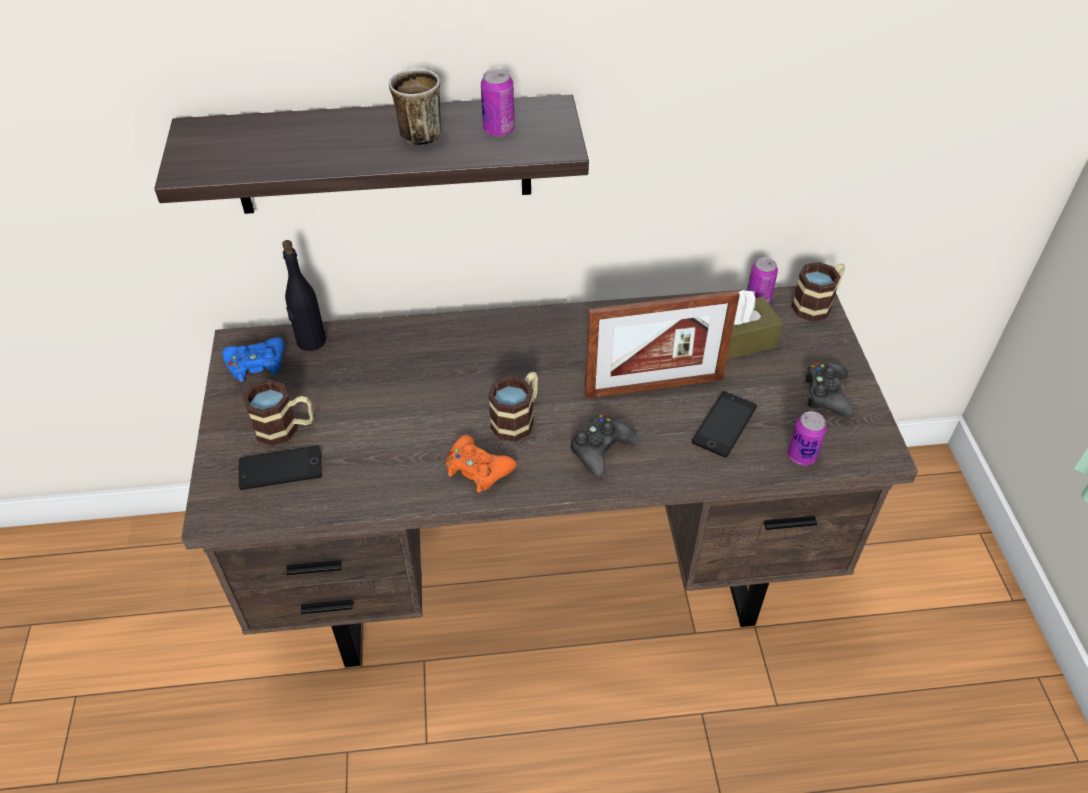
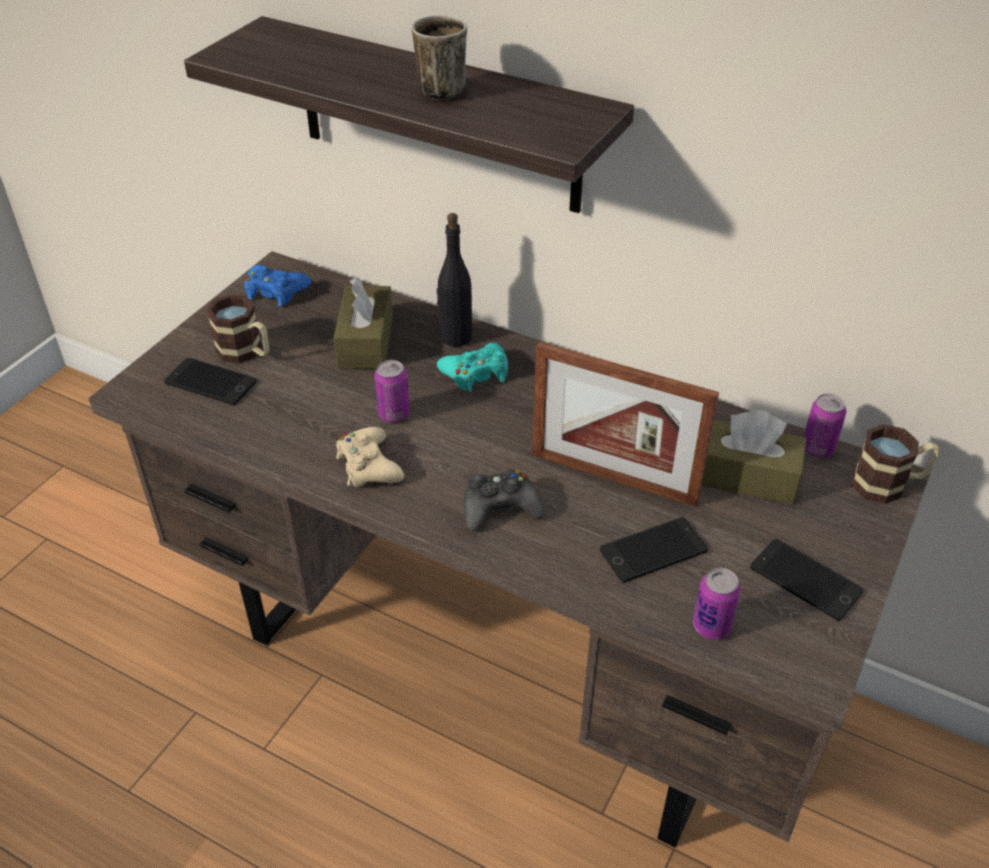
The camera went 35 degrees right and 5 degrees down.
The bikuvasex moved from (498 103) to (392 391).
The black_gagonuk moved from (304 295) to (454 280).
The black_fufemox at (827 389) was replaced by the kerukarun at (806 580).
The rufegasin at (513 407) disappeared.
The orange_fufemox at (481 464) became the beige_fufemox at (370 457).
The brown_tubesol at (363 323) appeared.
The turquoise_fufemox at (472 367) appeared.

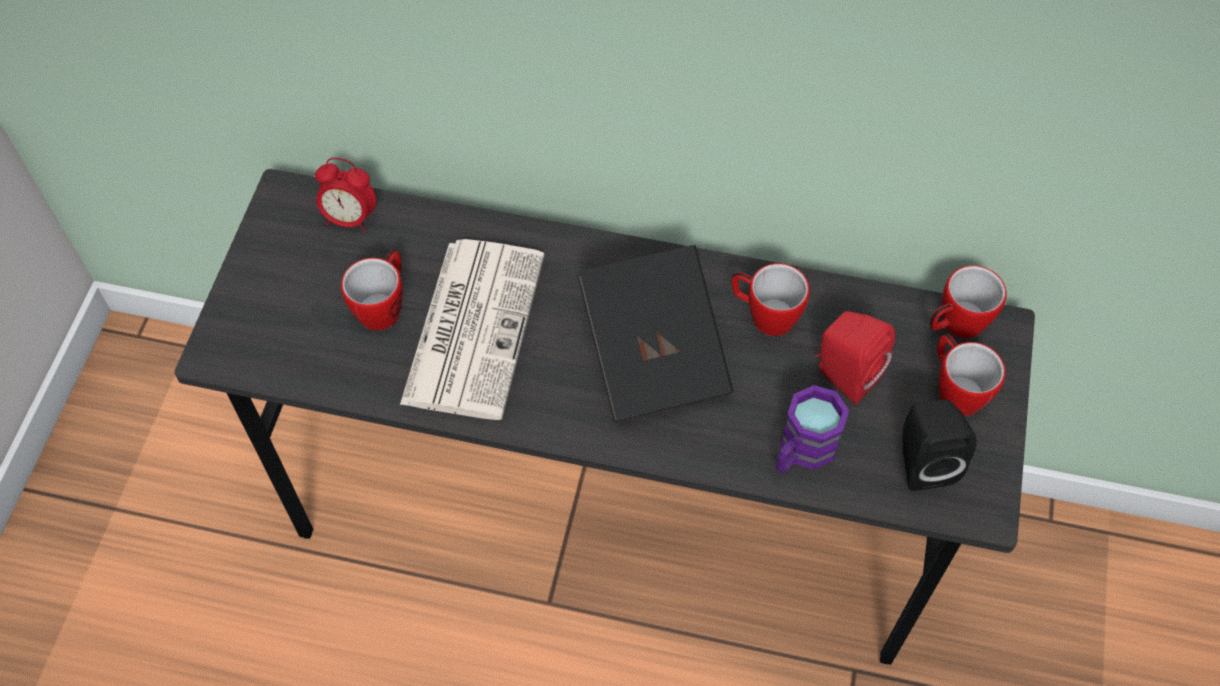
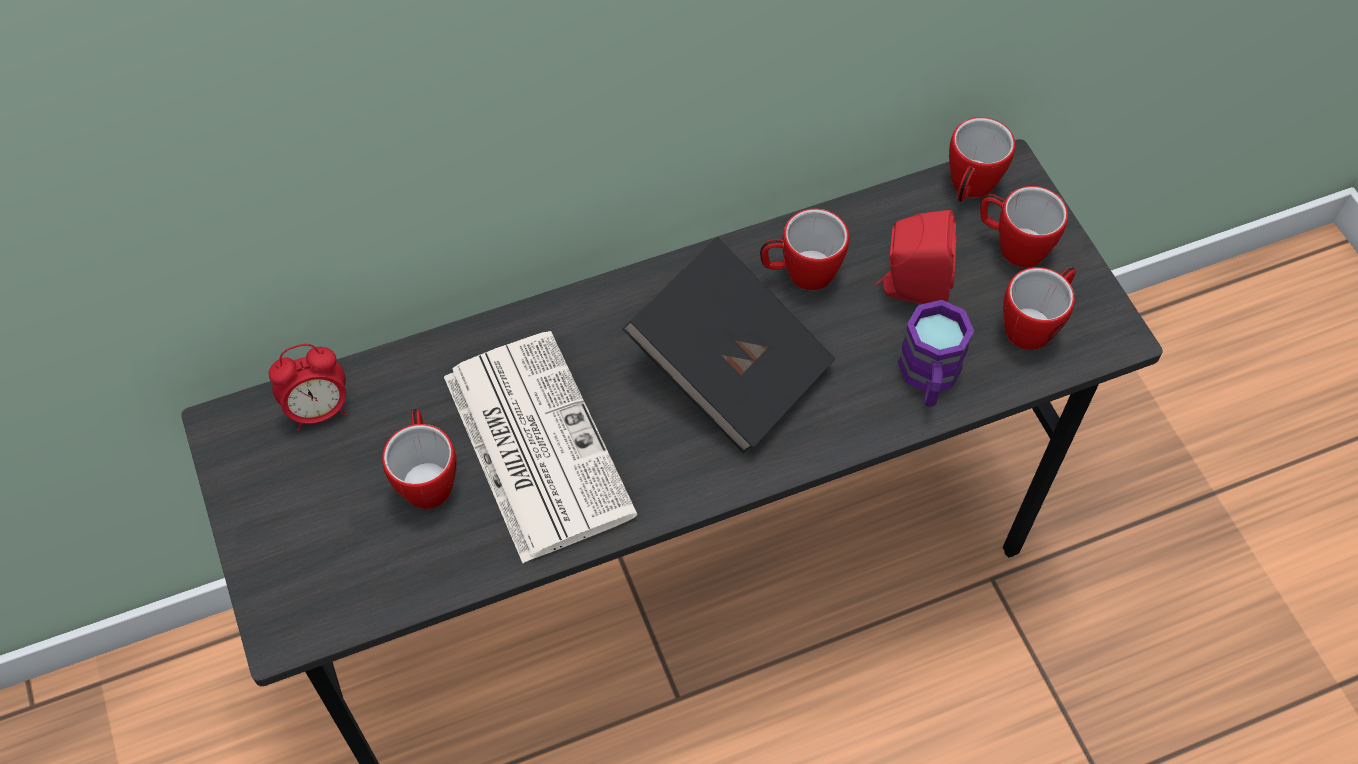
The camera went 35 degrees left and 0 degrees up.
The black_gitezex at (939 445) was replaced by the rufegasin at (1039 308).

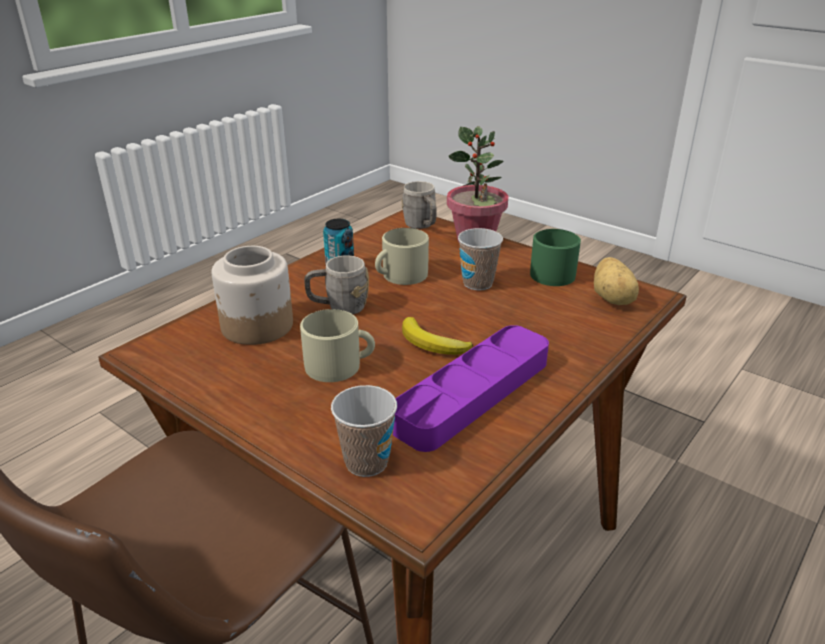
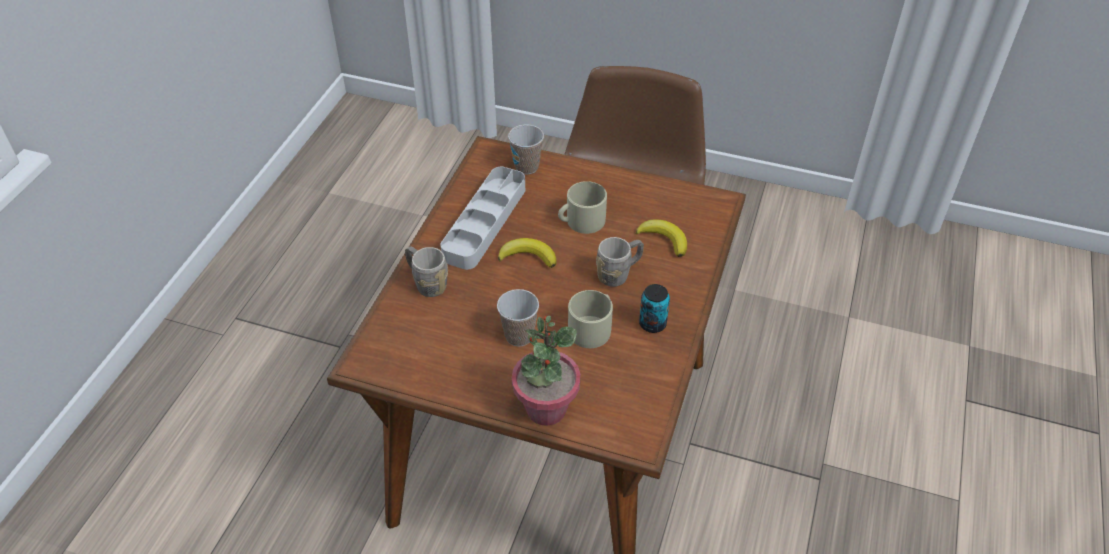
The camera went 160 degrees right and 15 degrees up.
The grey_rufegasin moved from (419 205) to (426 271).
The green_rufegasin at (555 257) disappeared.
The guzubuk at (252 295) was replaced by the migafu at (661 238).
The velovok at (616 281) disappeared.
The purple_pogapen at (471 388) became the grey_pogapen at (482 218).

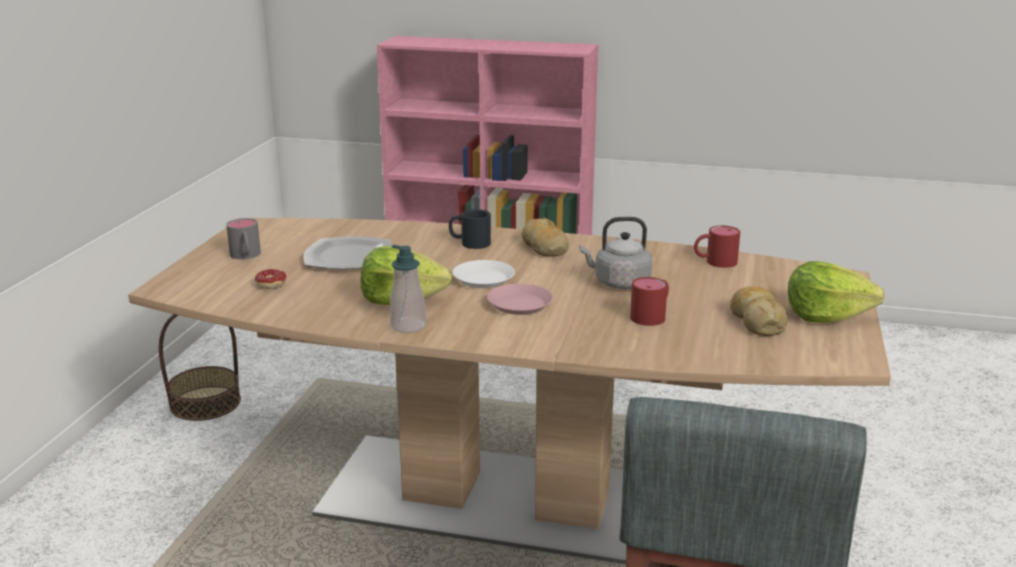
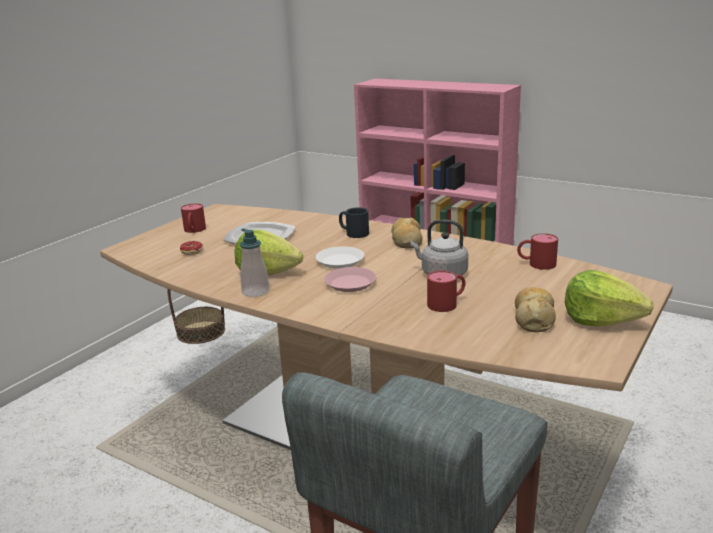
The camera went 20 degrees right and 0 degrees up.
The grey_rufegasin at (243 238) became the red_rufegasin at (193 218).

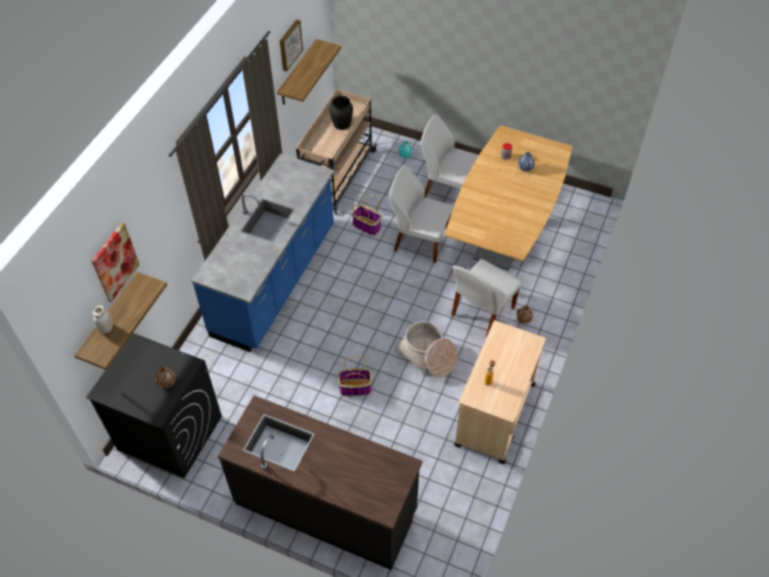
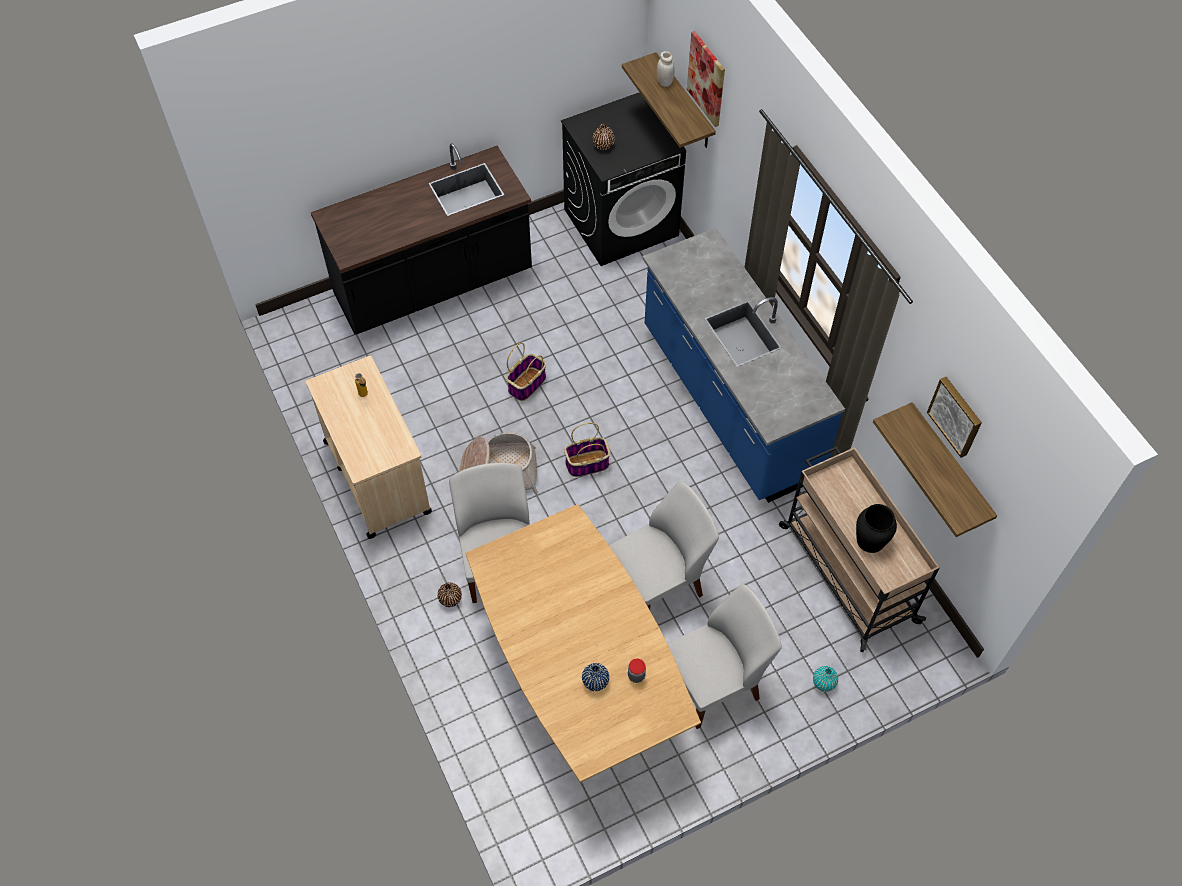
The camera went 130 degrees right and 5 degrees up.
The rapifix moved from (367 215) to (587 450).

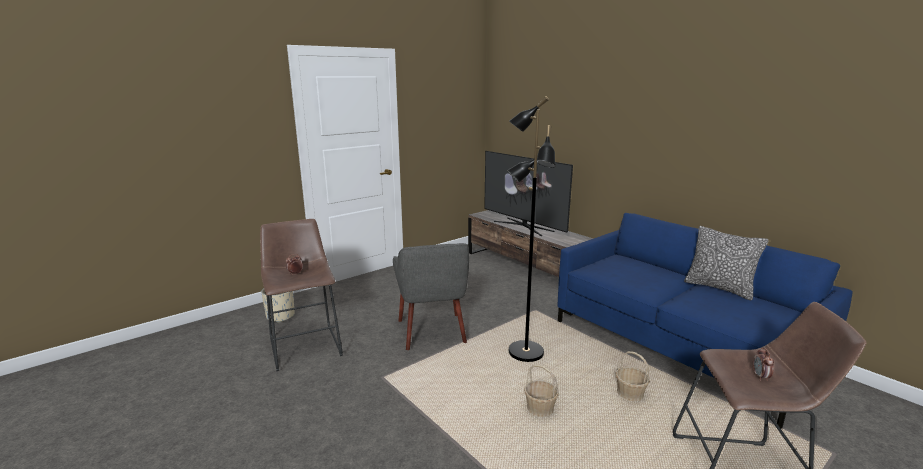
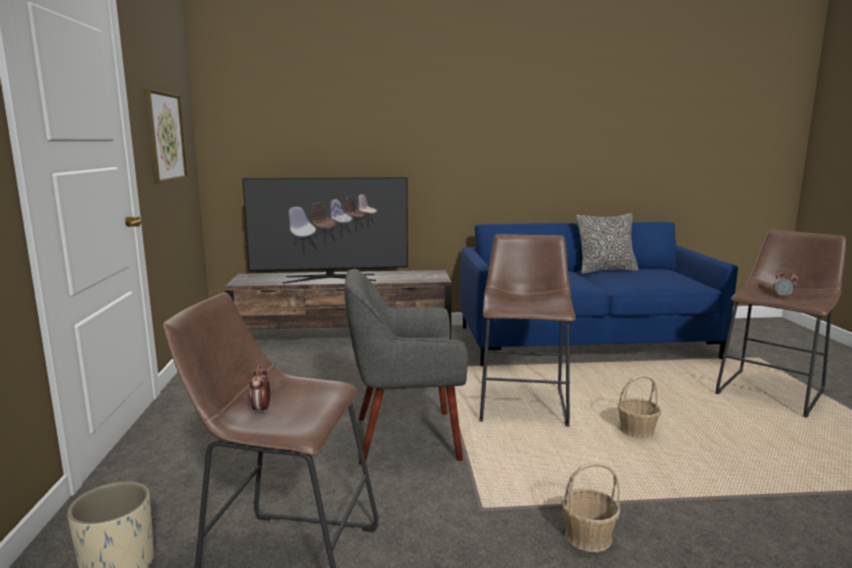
The camera went 55 degrees left and 5 degrees down.
The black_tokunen at (531 229) was replaced by the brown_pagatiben at (528 330).
The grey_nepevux at (431 296) turned 150 degrees clockwise.
The rapifix moved from (633 376) to (590 507).
The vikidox at (165 136) appeared.

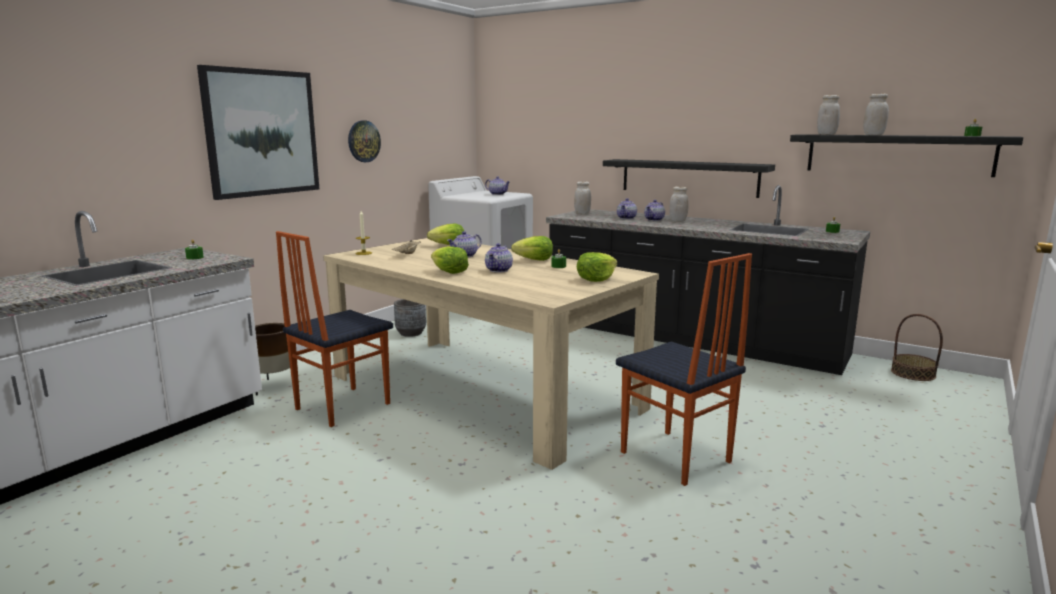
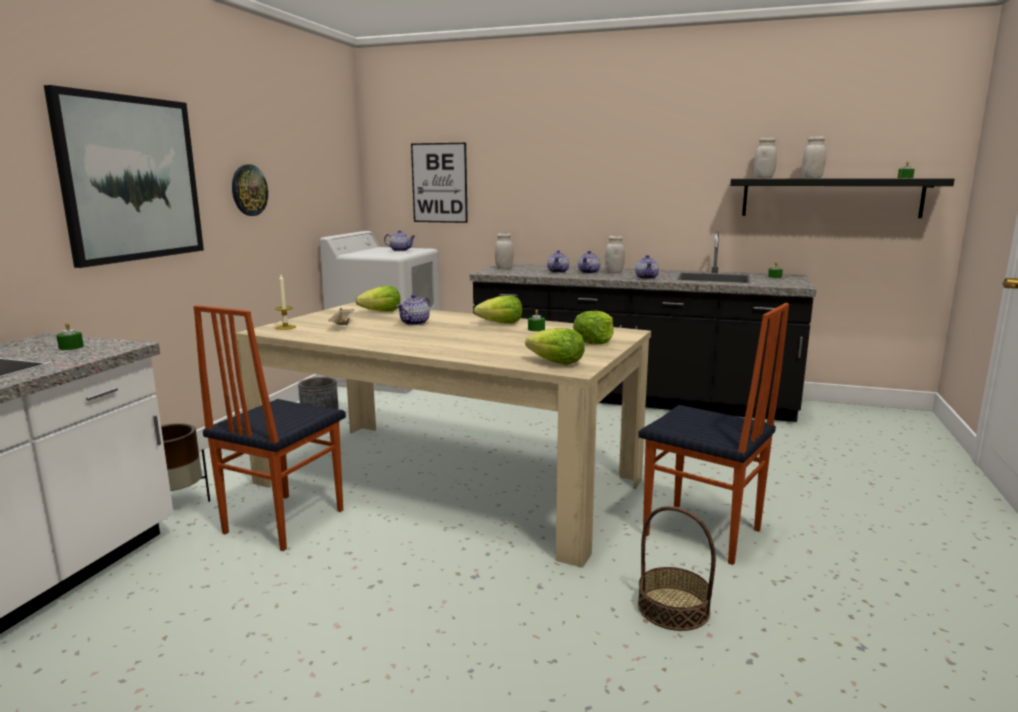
The camera went 15 degrees left and 0 degrees up.
The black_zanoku at (689 178) disappeared.
The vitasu moved from (499 258) to (647 267).
The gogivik moved from (450 260) to (554 346).
The rapifix moved from (917 347) to (677 568).
The vikidox at (439 183) appeared.

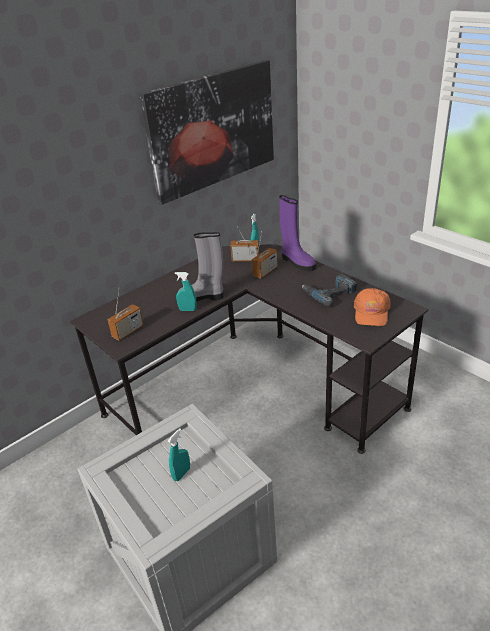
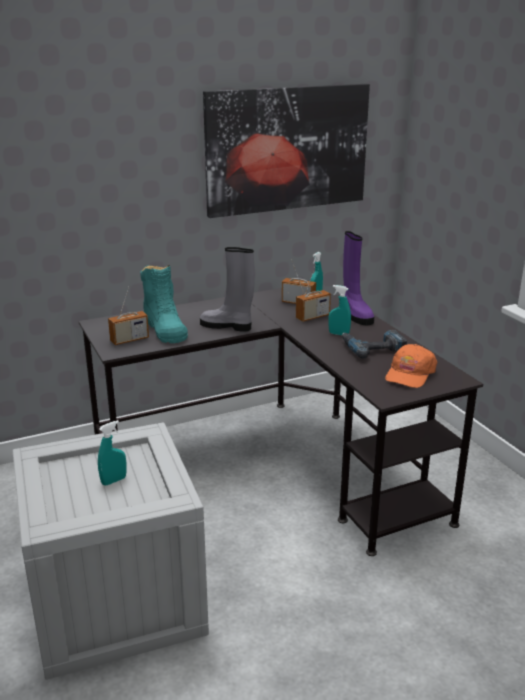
The camera went 15 degrees right and 10 degrees down.
The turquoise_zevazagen moved from (186 291) to (340 310).
The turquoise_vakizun at (164 304) appeared.

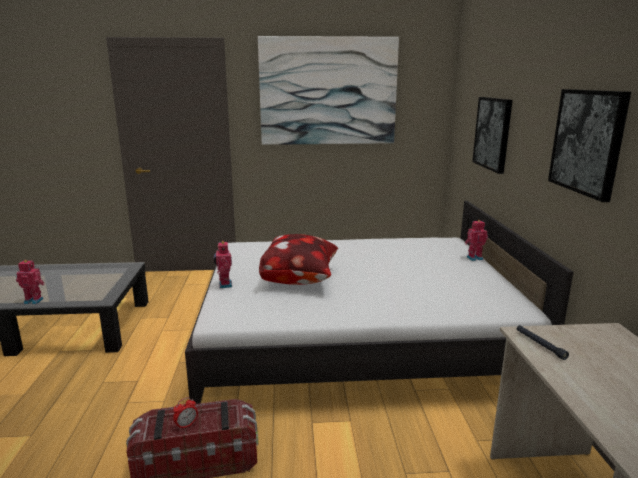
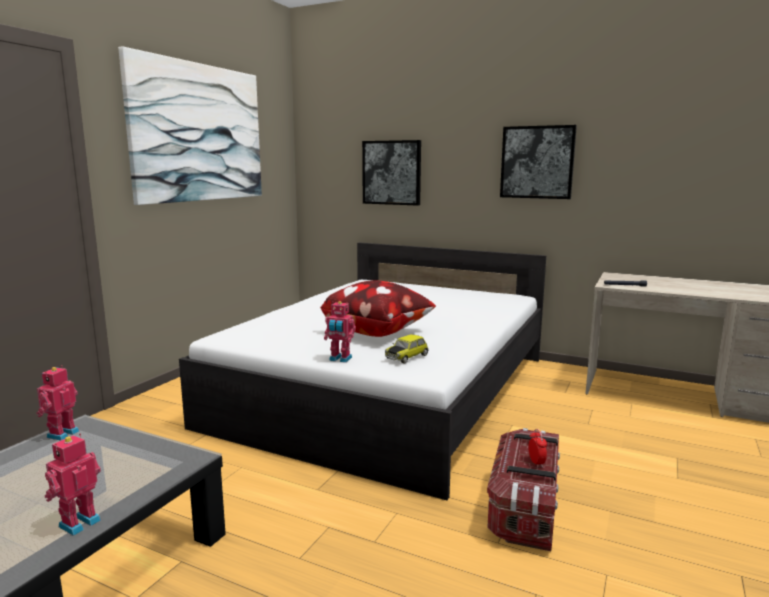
The camera went 60 degrees left and 5 degrees down.
The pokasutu moved from (476 240) to (57 403).
The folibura at (407 349) appeared.

